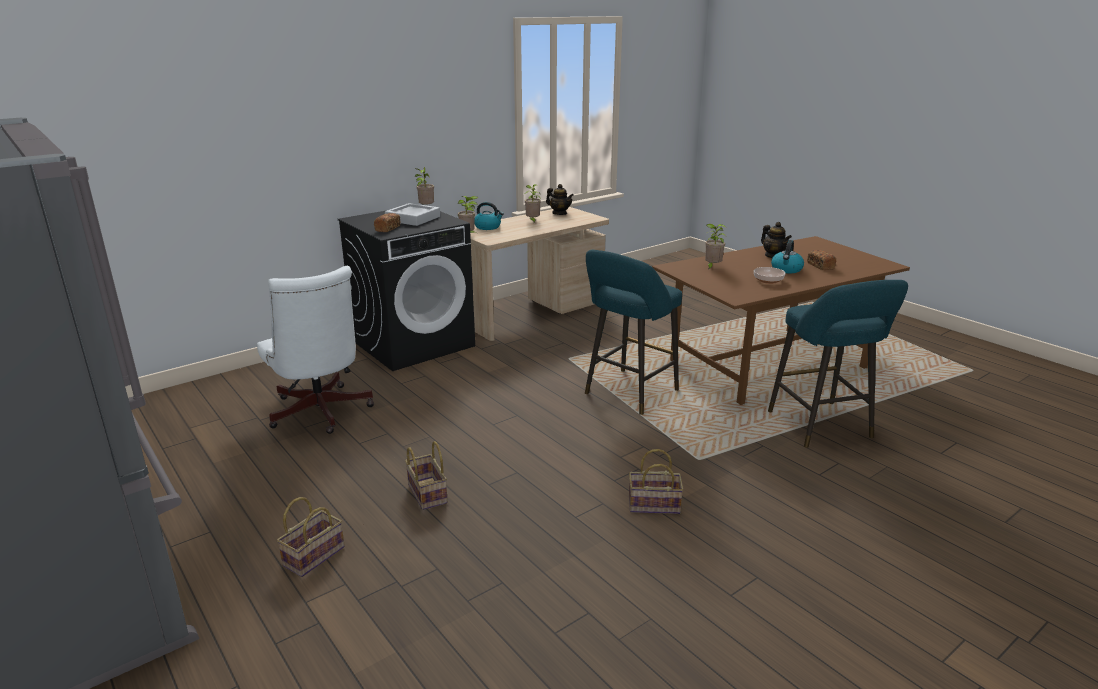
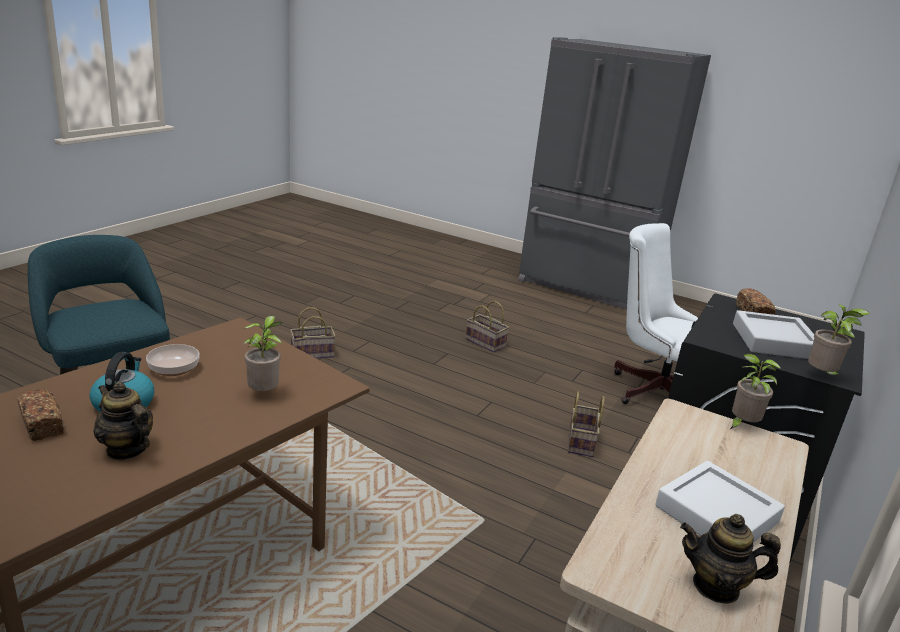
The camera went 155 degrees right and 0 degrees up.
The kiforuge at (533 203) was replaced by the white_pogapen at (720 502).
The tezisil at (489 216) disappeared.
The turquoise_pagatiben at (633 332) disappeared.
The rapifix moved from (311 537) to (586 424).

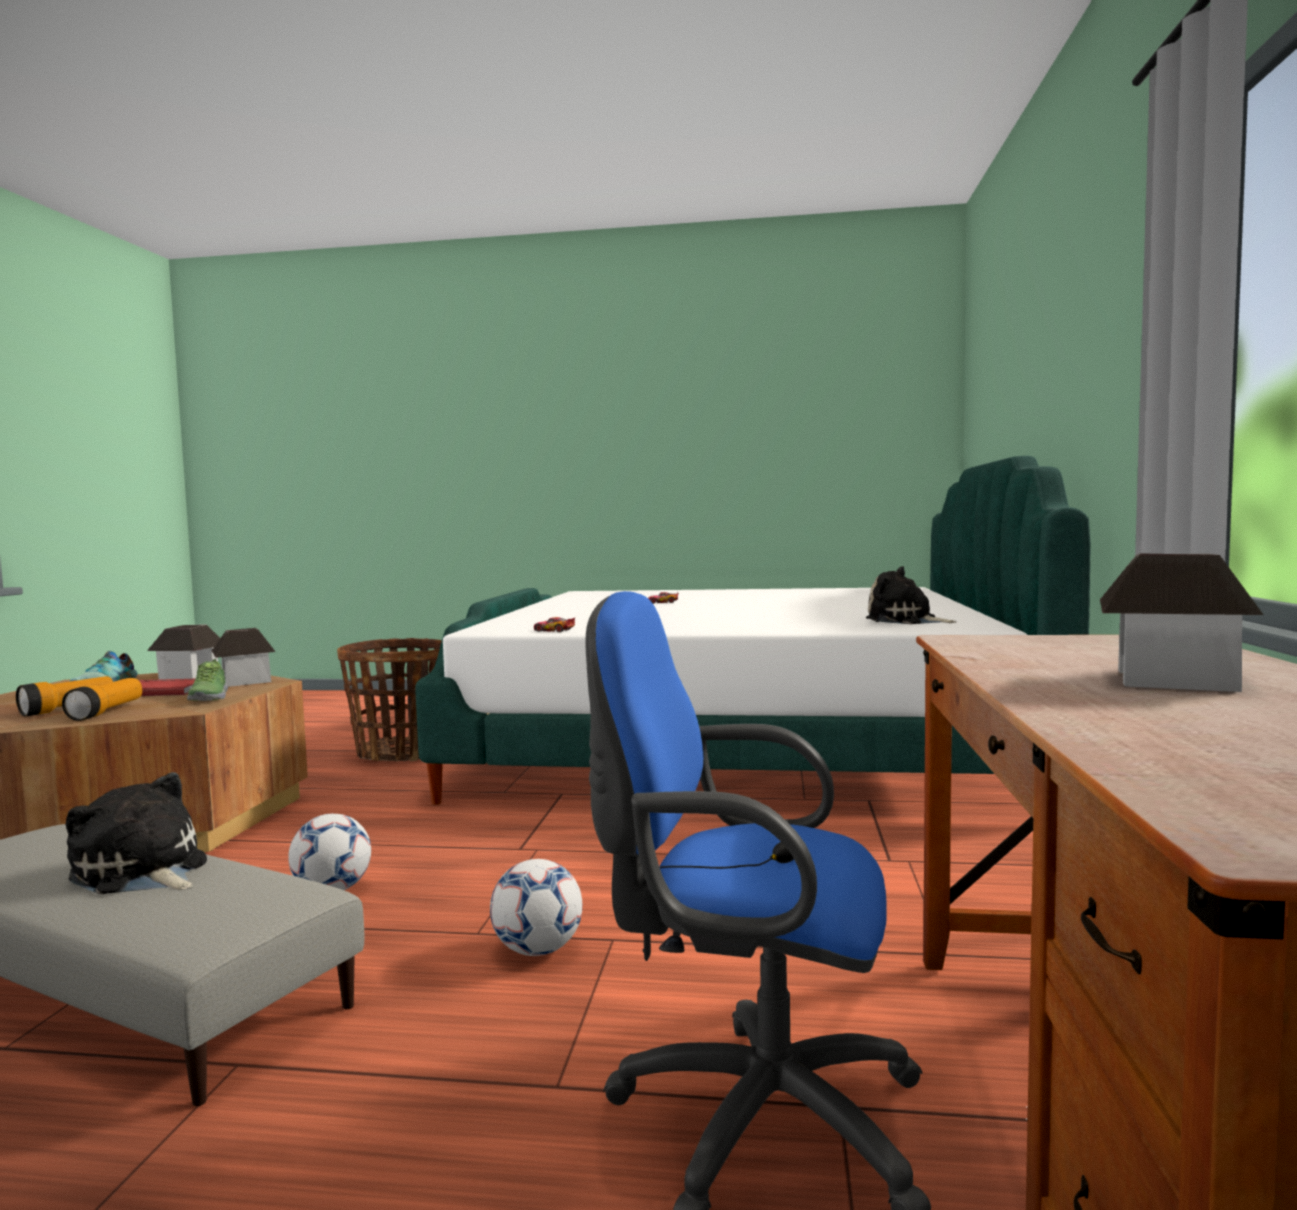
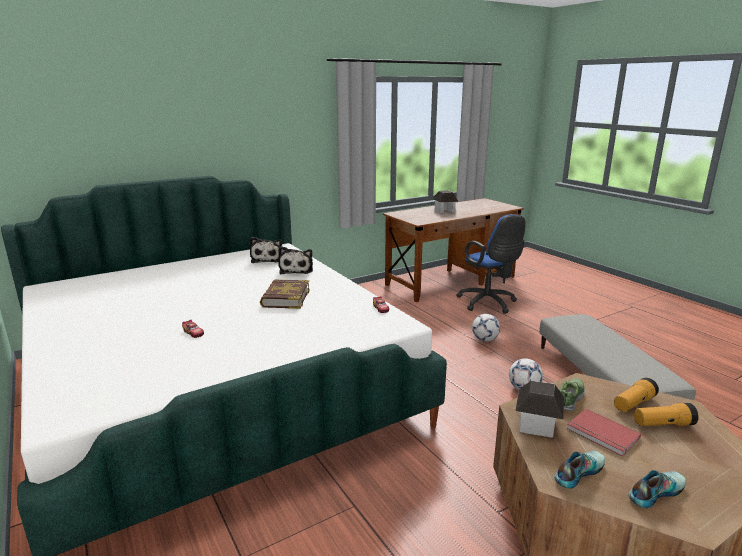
The camera went 130 degrees left and 15 degrees up.
The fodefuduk at (183 652) was replaced by the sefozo at (579 470).
The rapifix at (389 699) disappeared.
The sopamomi moved from (136 833) to (295 260).
The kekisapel at (285 294) appeared.

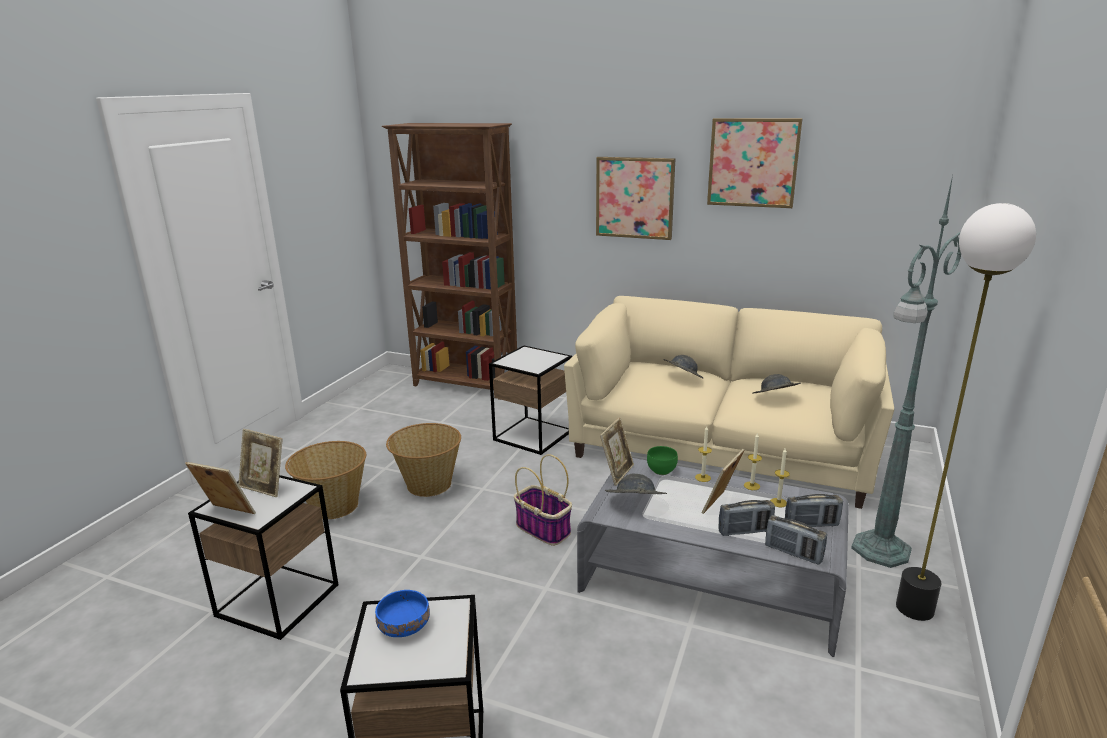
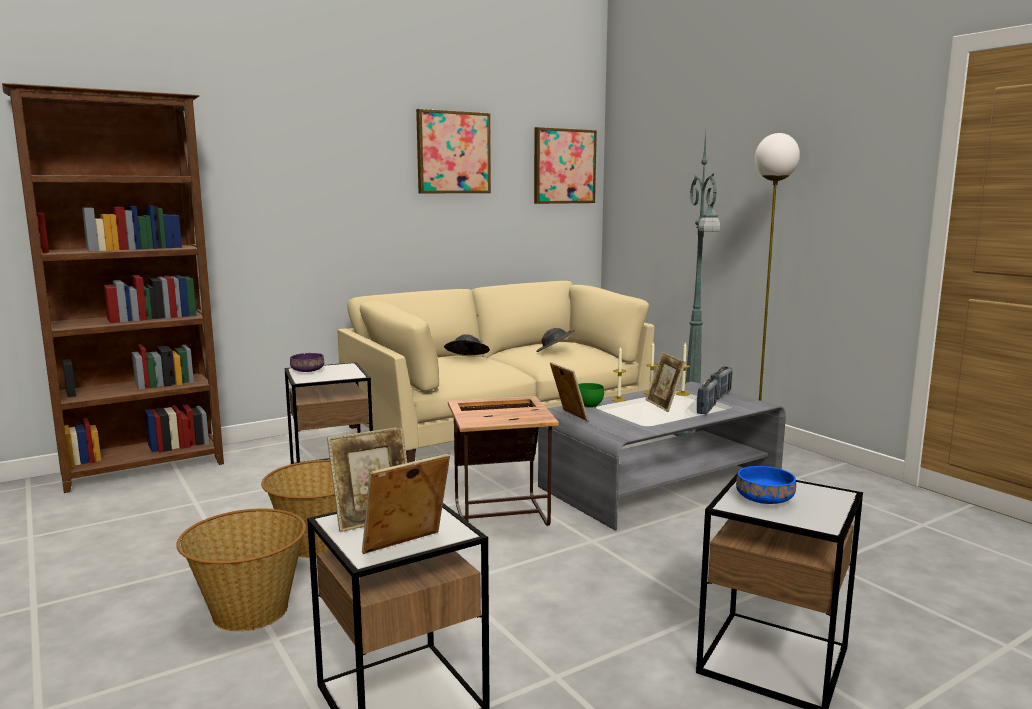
The camera went 55 degrees left and 10 degrees down.
The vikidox moved from (636 198) to (565 165).
The rapifix at (543 500) was replaced by the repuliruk at (503 461).
The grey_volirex at (636 484) disappeared.
The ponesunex at (796 540) disappeared.
The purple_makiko at (307 362) appeared.

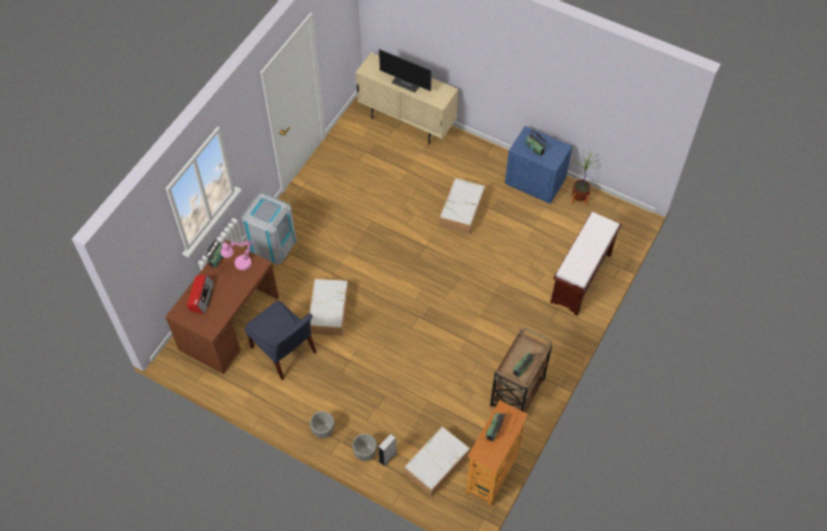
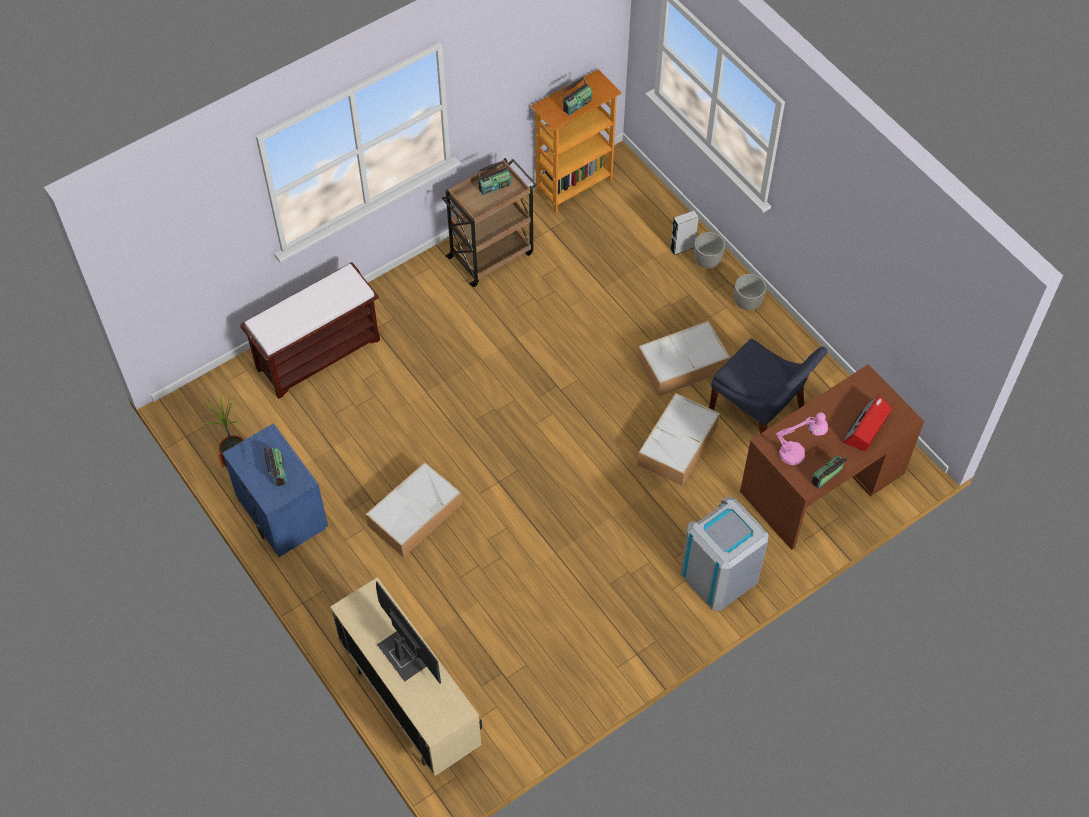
The camera went 155 degrees left and 0 degrees up.
The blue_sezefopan at (281 340) turned 150 degrees clockwise.
The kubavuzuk moved from (437 461) to (683 358).

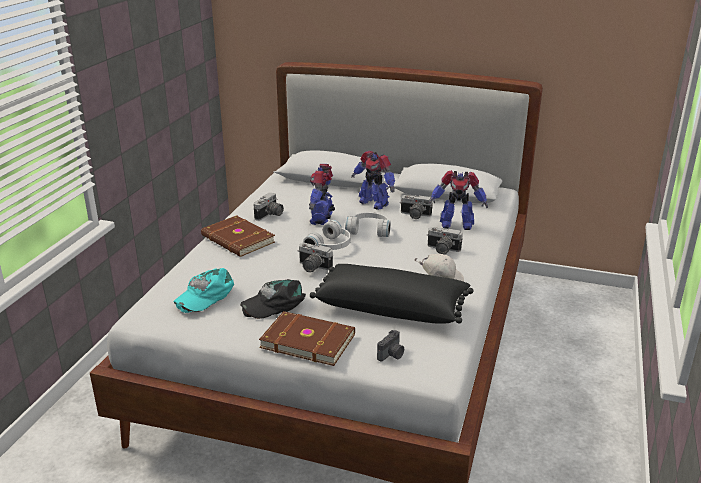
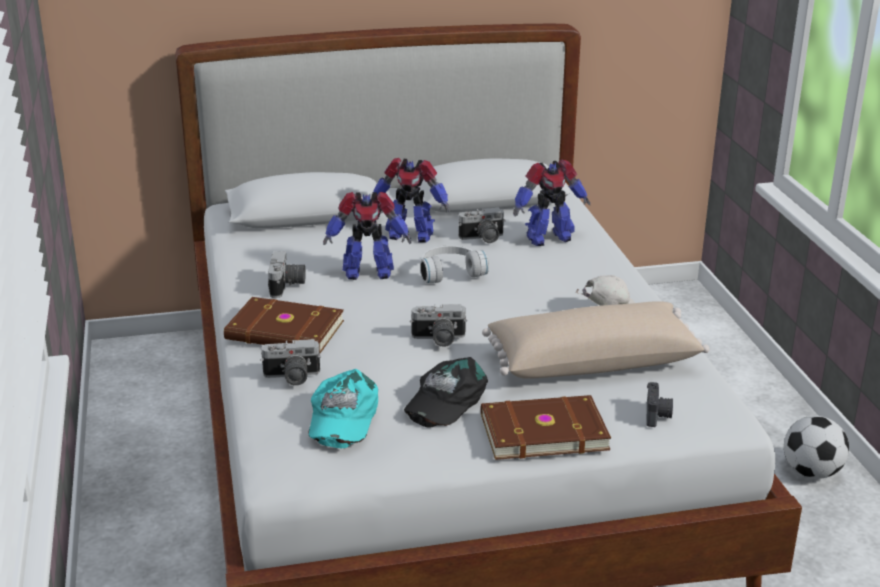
The camera went 30 degrees left and 0 degrees up.
The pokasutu at (322 194) turned 75 degrees counterclockwise.
The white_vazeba at (327 235) disappeared.
The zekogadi moved from (445 241) to (290 362).
The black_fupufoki at (392 294) became the beige_fupufoki at (596 340).
The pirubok at (816 447) appeared.

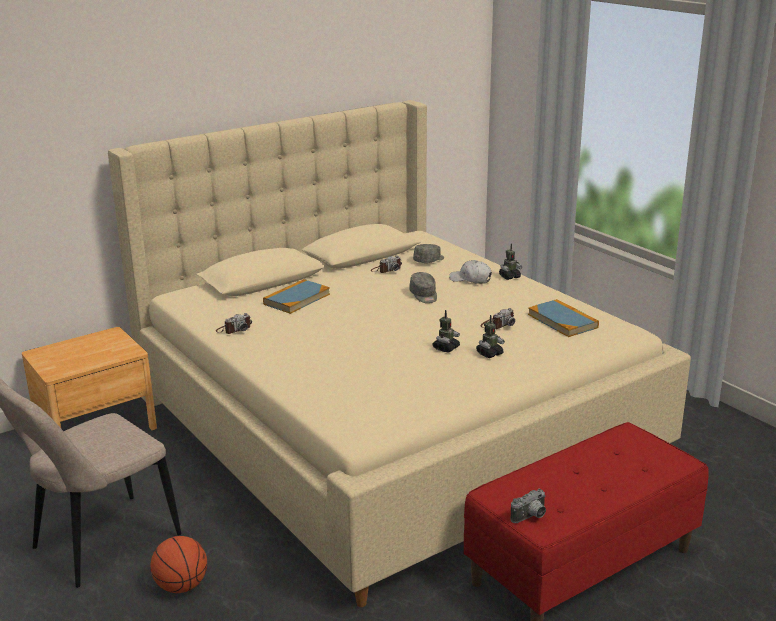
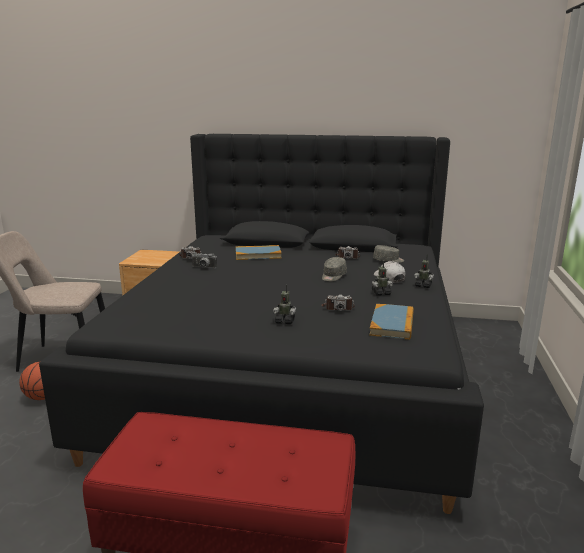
The camera went 45 degrees right and 5 degrees down.
The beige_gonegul at (399 353) became the black_gonegul at (261 324).
The pokasutu moved from (446 331) to (382 278).
The zekogadi moved from (528 506) to (204 260).

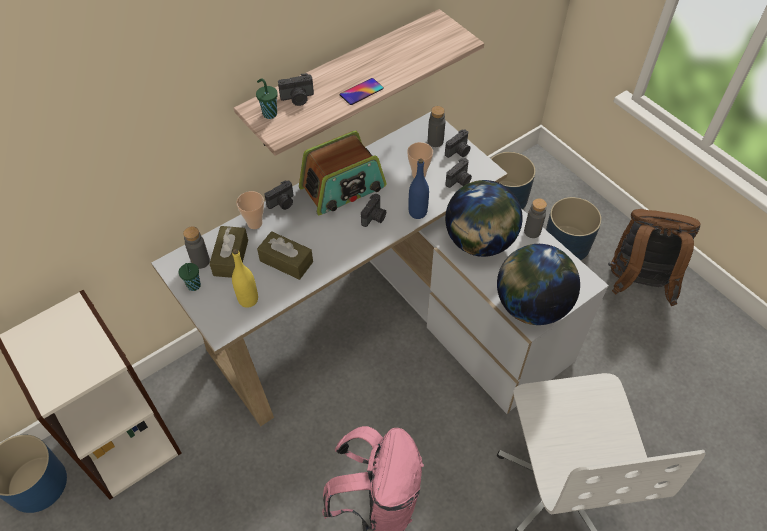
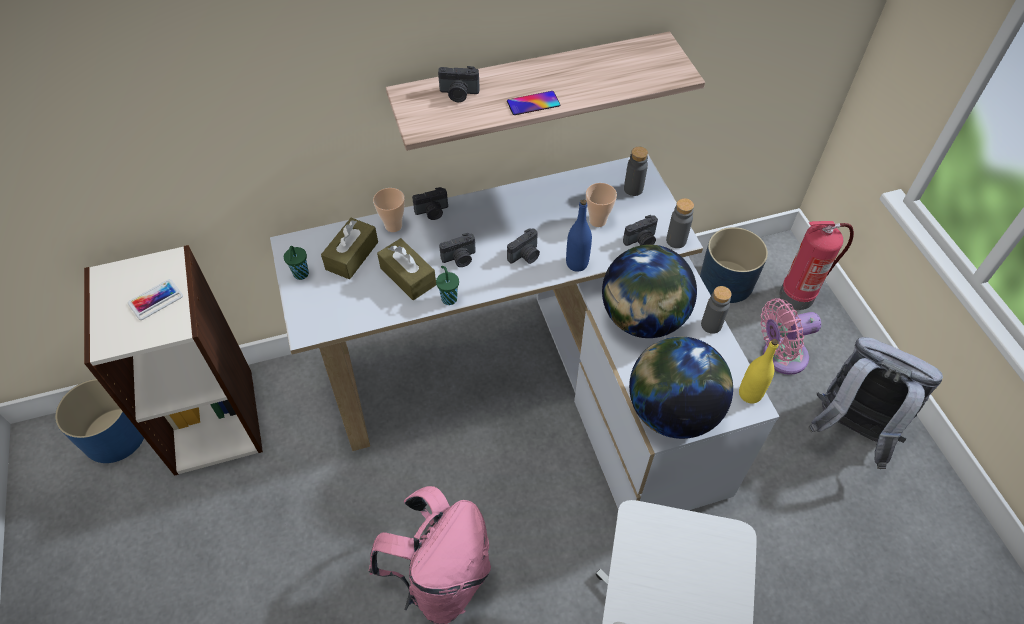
The camera went 20 degrees right and 0 degrees up.
The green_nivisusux moved from (267 99) to (447 285).
The zekogadi moved from (457 144) to (457 250).
The ponesunex at (342 173) disappeared.
The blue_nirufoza at (574 228) was replaced by the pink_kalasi at (790 336).
The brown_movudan at (654 257) became the grey_movudan at (875 403).
The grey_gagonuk moved from (196 248) to (680 223).
The yellow_gagonuk moved from (245 278) to (759 371).
The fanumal at (816 265) appeared.
The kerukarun at (155 299) appeared.

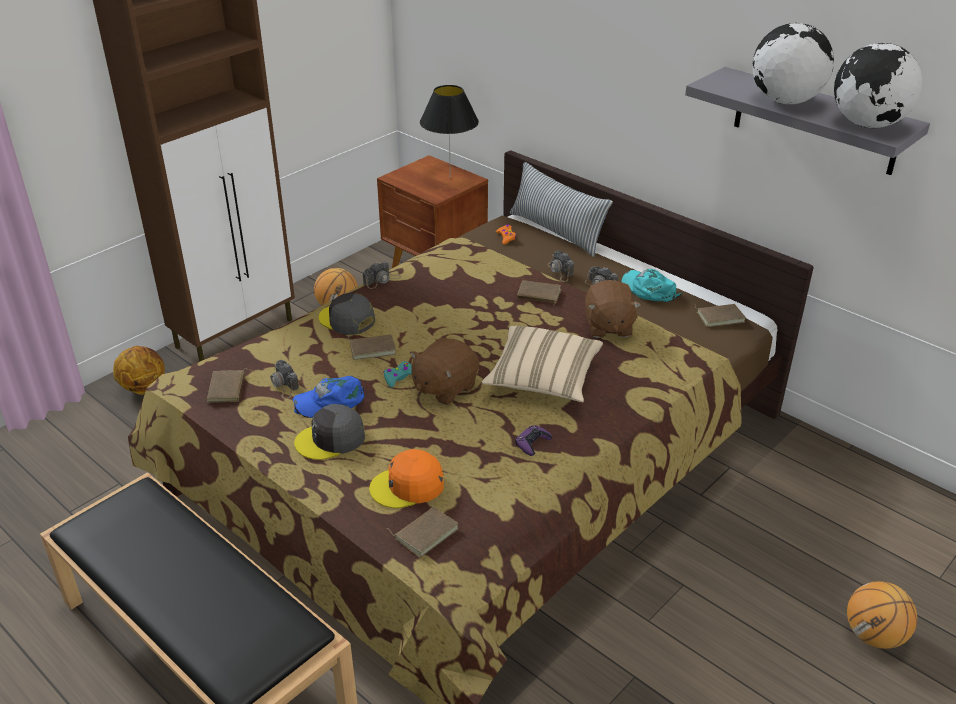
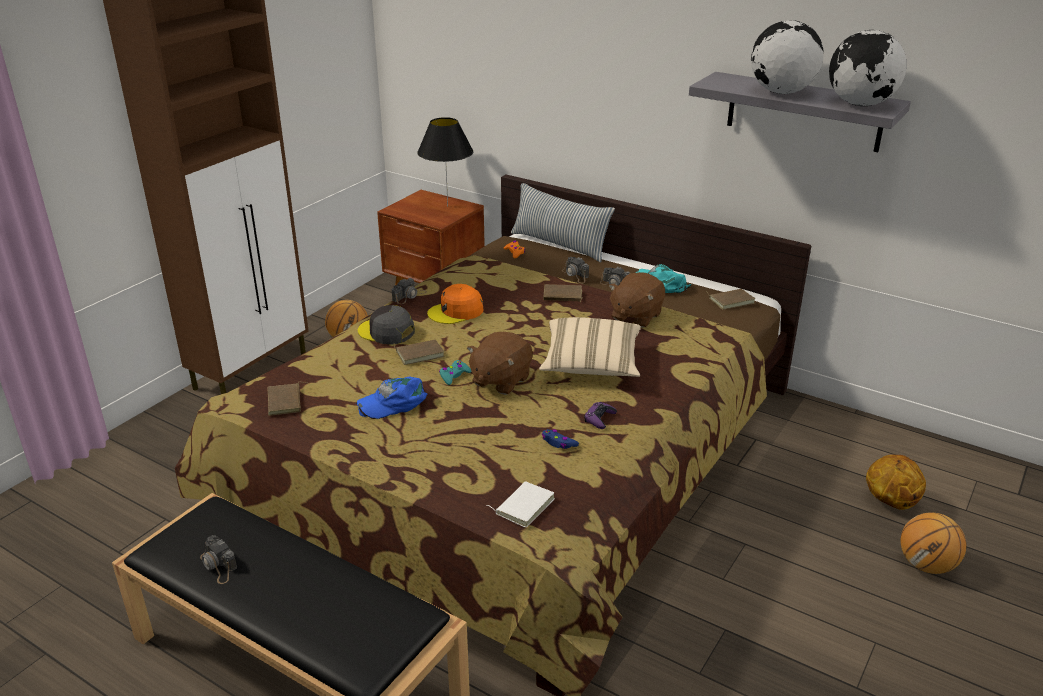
The camera went 10 degrees left and 5 degrees down.
The brown_sopamomi at (613 309) turned 45 degrees clockwise.
The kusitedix moved from (139 370) to (896 482).
The zekogadi moved from (284 379) to (218 559).
The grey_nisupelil at (329 432) disappeared.
The orange_nisupelil moved from (406 478) to (455 304).
The brown_kekisapel at (422 532) became the white_kekisapel at (520 504).
The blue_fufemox at (560 439) appeared.

